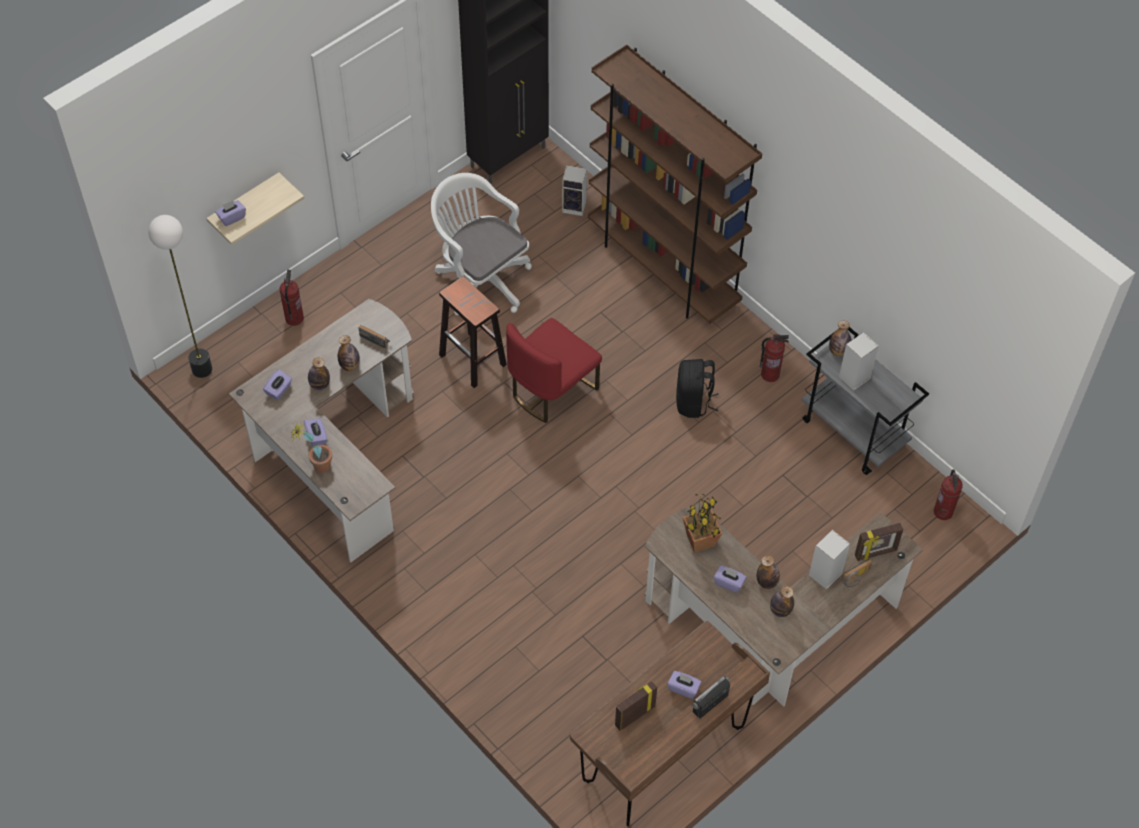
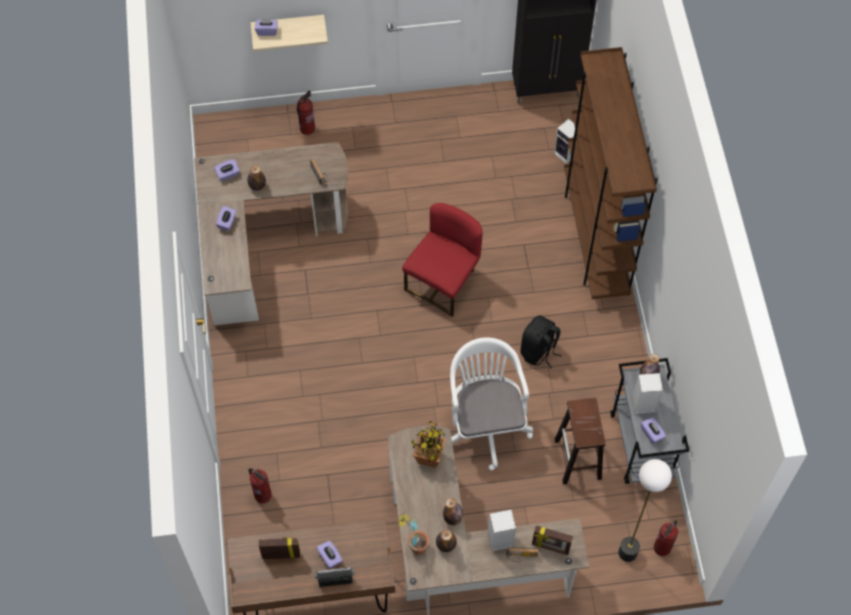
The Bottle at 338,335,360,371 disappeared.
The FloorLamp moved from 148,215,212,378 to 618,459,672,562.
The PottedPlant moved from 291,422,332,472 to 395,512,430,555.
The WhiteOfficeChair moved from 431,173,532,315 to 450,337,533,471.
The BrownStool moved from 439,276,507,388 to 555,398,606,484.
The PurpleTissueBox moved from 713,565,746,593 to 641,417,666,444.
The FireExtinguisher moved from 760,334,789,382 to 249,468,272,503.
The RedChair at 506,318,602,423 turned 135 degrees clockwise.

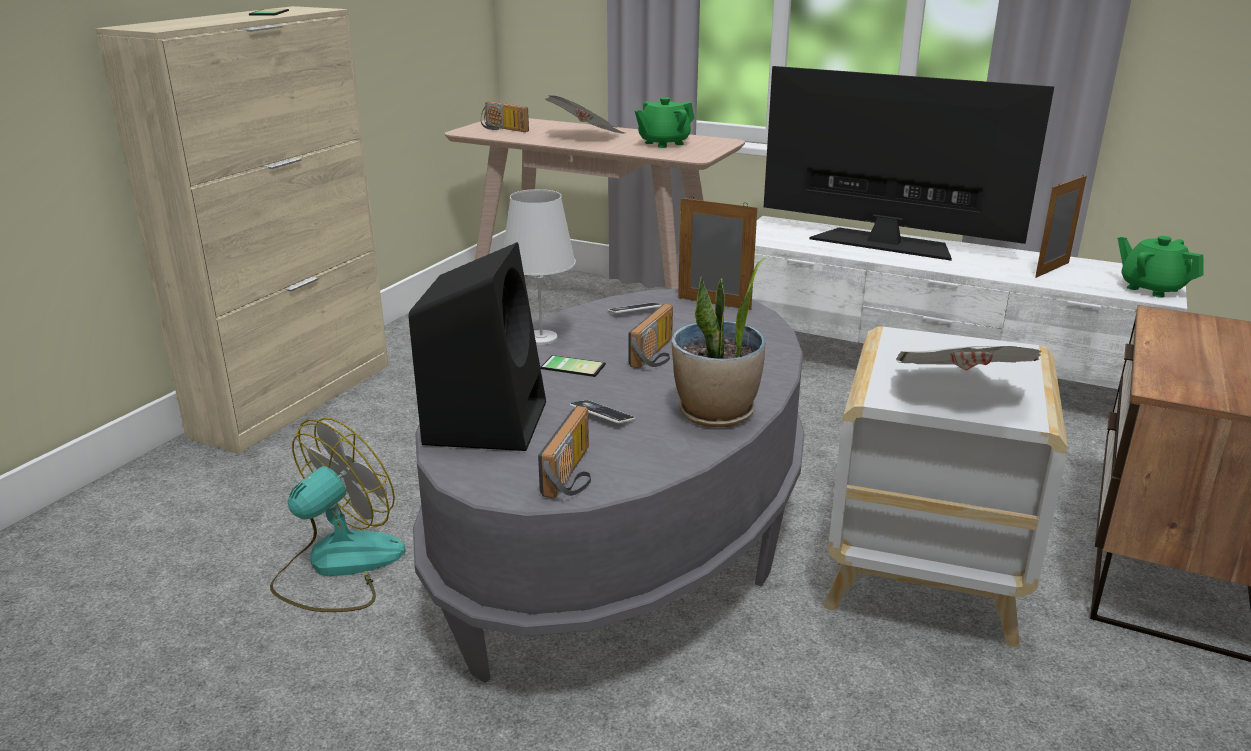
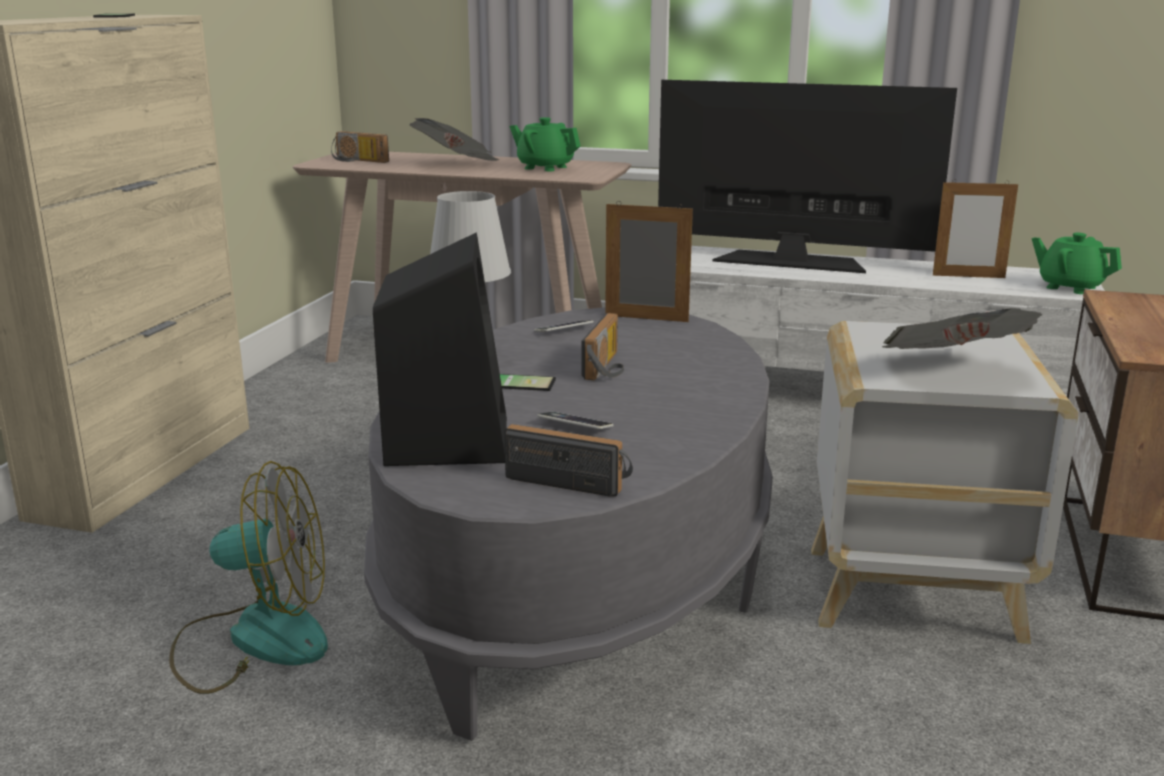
The PottedPlant at 672,258,765,427 disappeared.
The Fan at 270,418,405,612 turned 60 degrees clockwise.
The Radio at 538,406,591,498 turned 75 degrees counterclockwise.
The GreenTeapot at 635,97,695,148 turned 75 degrees clockwise.
The PictureFrame at 1035,174,1087,278 turned 120 degrees counterclockwise.

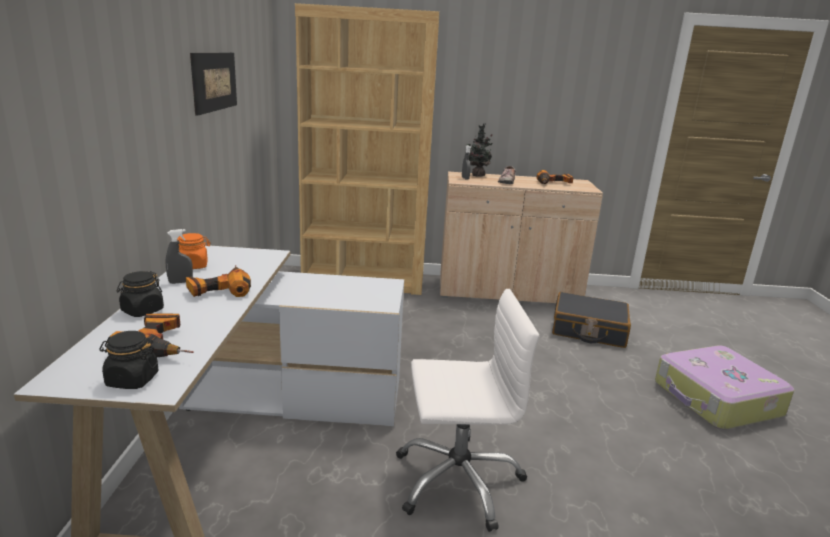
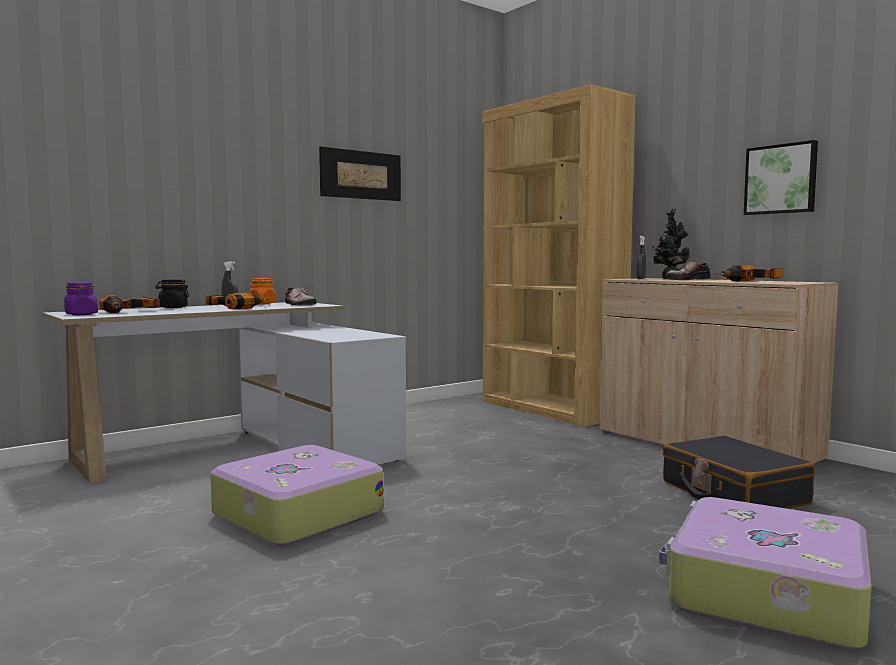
The Shoe at 285,287,317,305 appeared.
The Picture at 744,140,818,215 appeared.
The WhiteOfficeChair at 396,289,539,532 was replaced by the Suitcase at 210,445,383,546.
The BlackJar at 99,331,159,389 became the PurpleJar at 64,282,98,315.

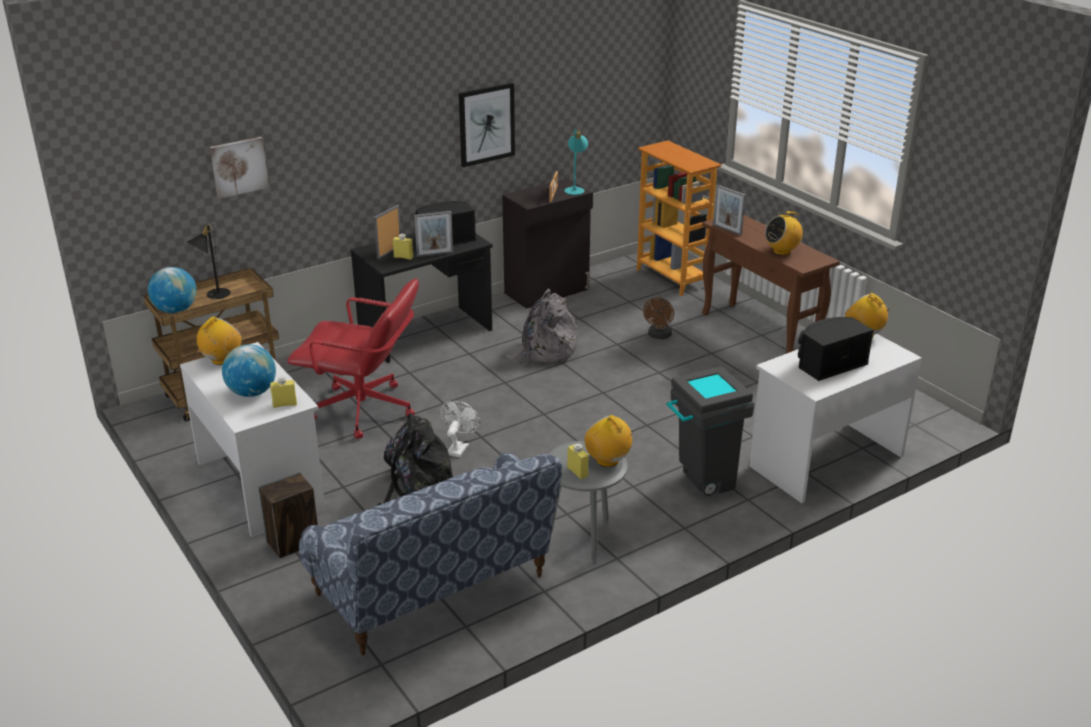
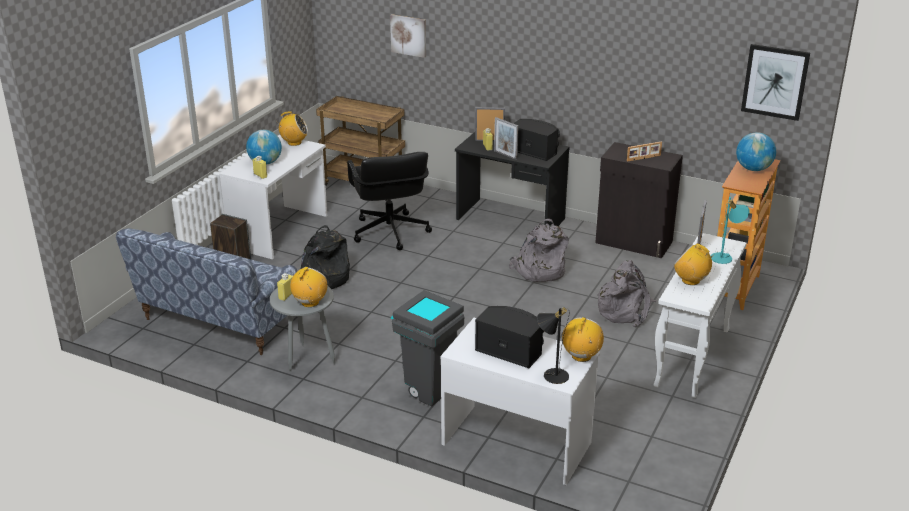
The WhiteFan at 441,401,480,457 disappeared.
The Globe moved from 148,267,197,313 to 736,132,776,171.
The BlackTableLamp moved from 186,223,231,299 to 537,307,569,384.
The Picture moved from 459,83,515,167 to 741,44,810,121.
The TurquoiseTableLamp moved from 564,129,588,195 to 711,197,750,264.
The BrownFan at 643,297,674,339 was replaced by the GreyBackpack at 597,260,656,327.
The RedOfficeChair at 288,279,419,439 became the BlackOfficeChair at 347,152,432,250.
The BrownConsoleTable at 702,215,840,354 became the WhiteConsoleTable at 654,233,746,398.

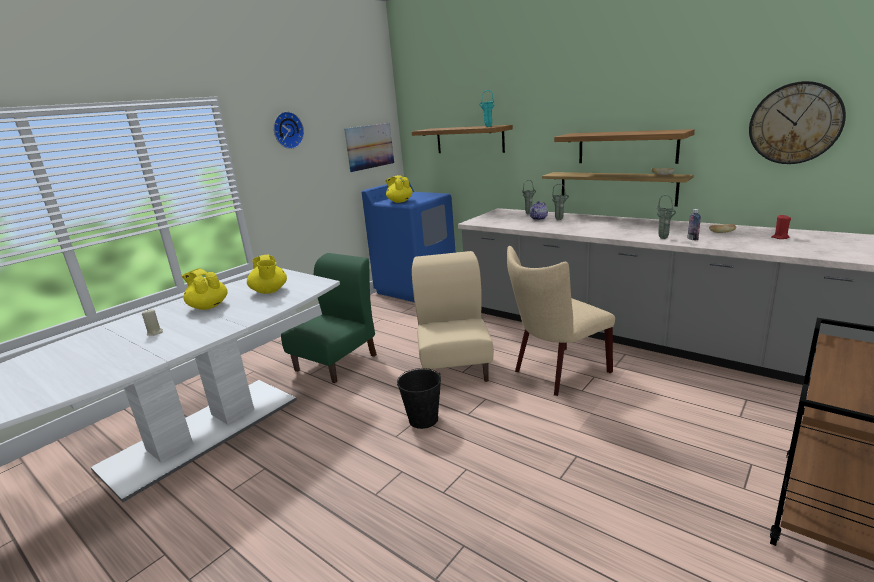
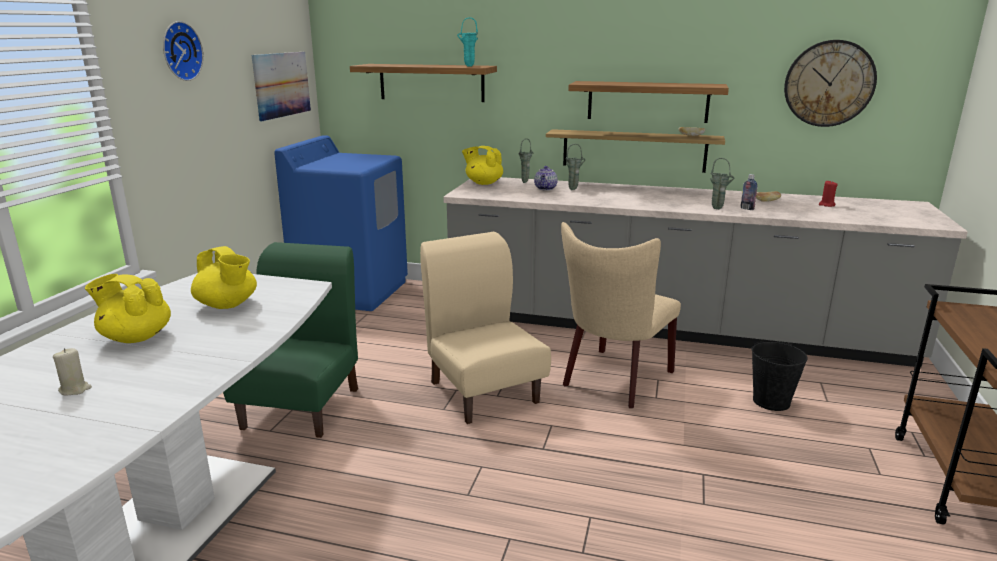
The YellowTeapot moved from 385,175,413,203 to 462,146,503,185.
The BlackBucket moved from 397,368,441,429 to 751,341,808,411.

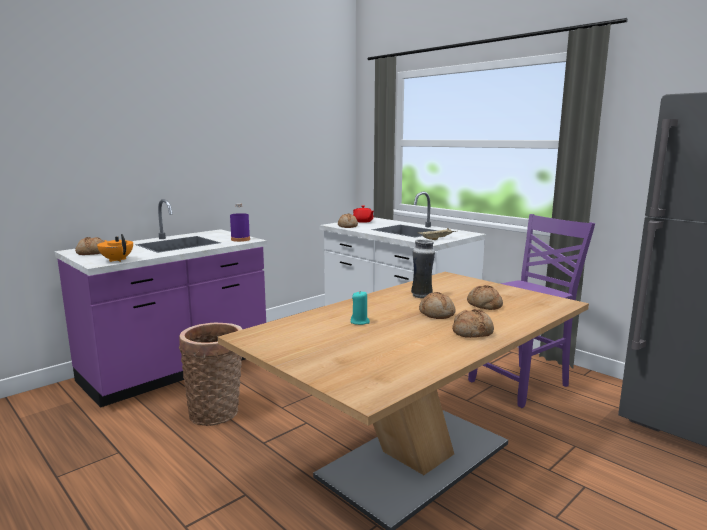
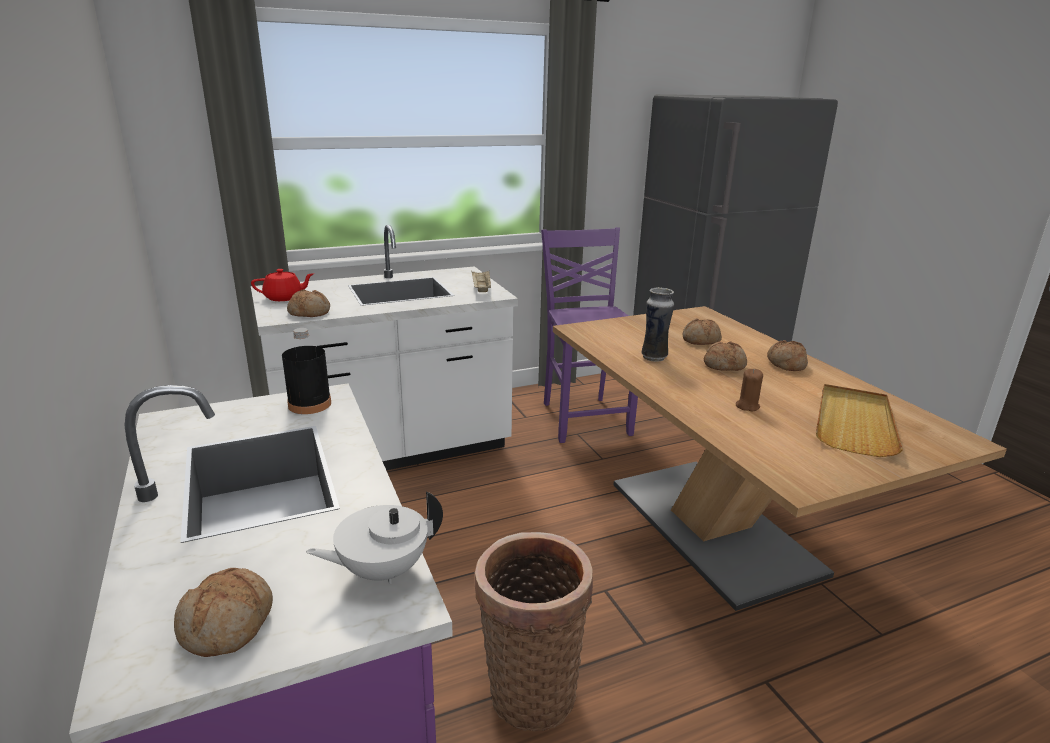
The BeigeTray at 816,384,903,457 appeared.
The OrangeTeapot at 97,234,133,262 became the WhiteTeapot at 306,491,443,584.
The PurpleBottle at 230,203,250,242 became the BlackBottle at 282,328,331,414.
The TurquoiseCandle at 351,292,370,325 became the BrownCandle at 736,369,763,411.

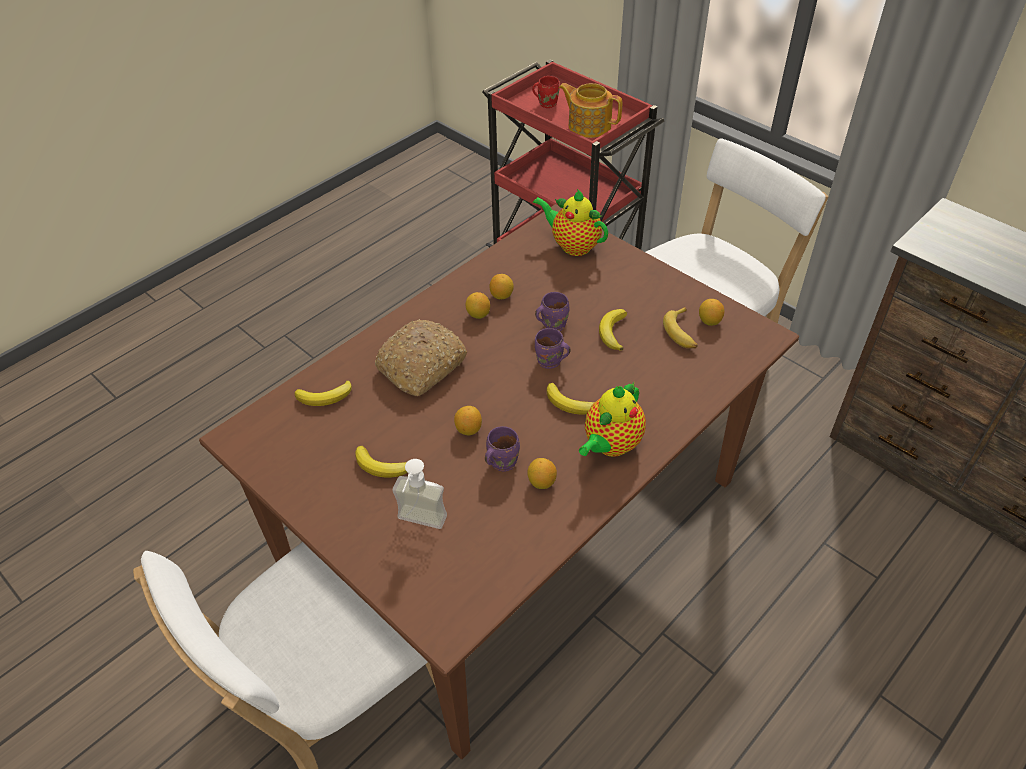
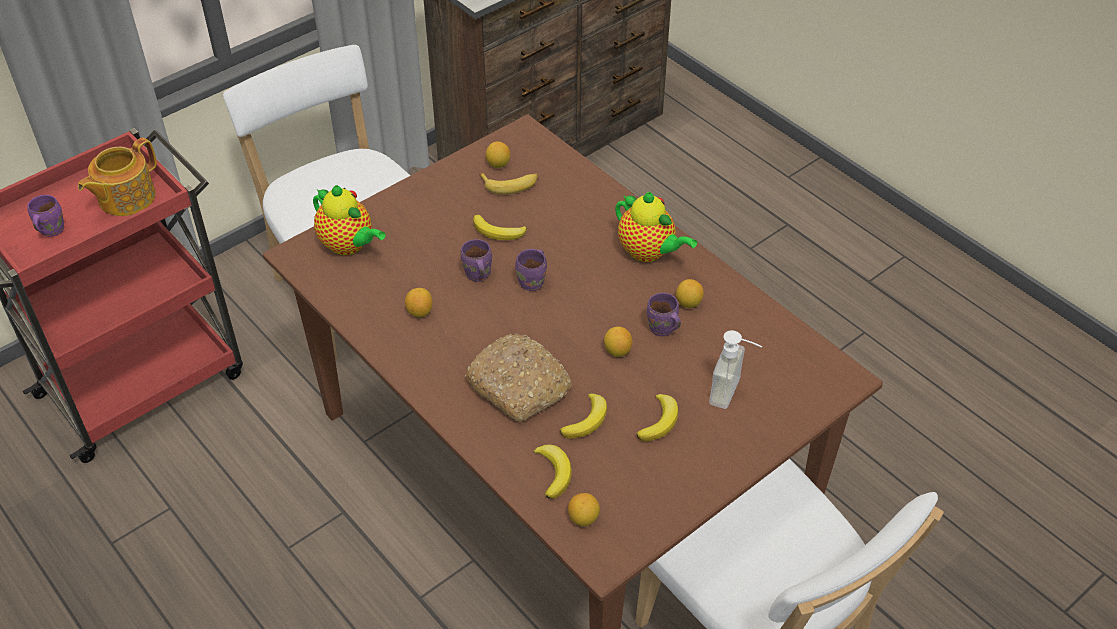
The Lemon moved from 466,292,490,319 to 568,493,600,526.
The Banana moved from 546,383,595,414 to 560,393,607,439.
The RedMug at 532,76,559,108 became the PurpleMug at 27,195,64,237.
The Teapot at 533,189,608,256 turned 90 degrees counterclockwise.

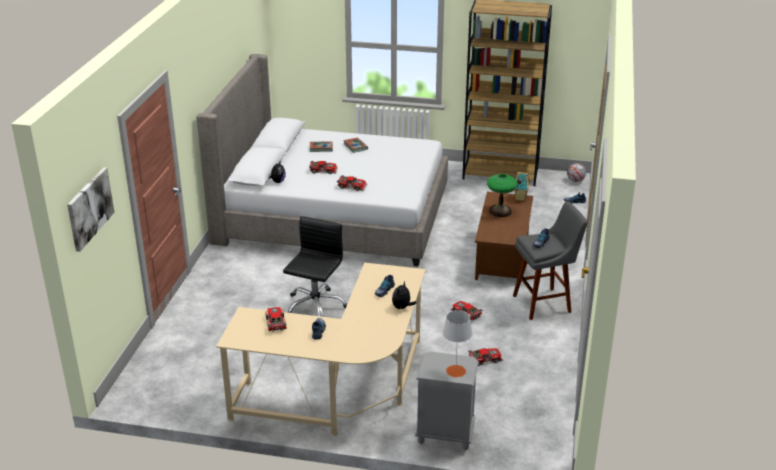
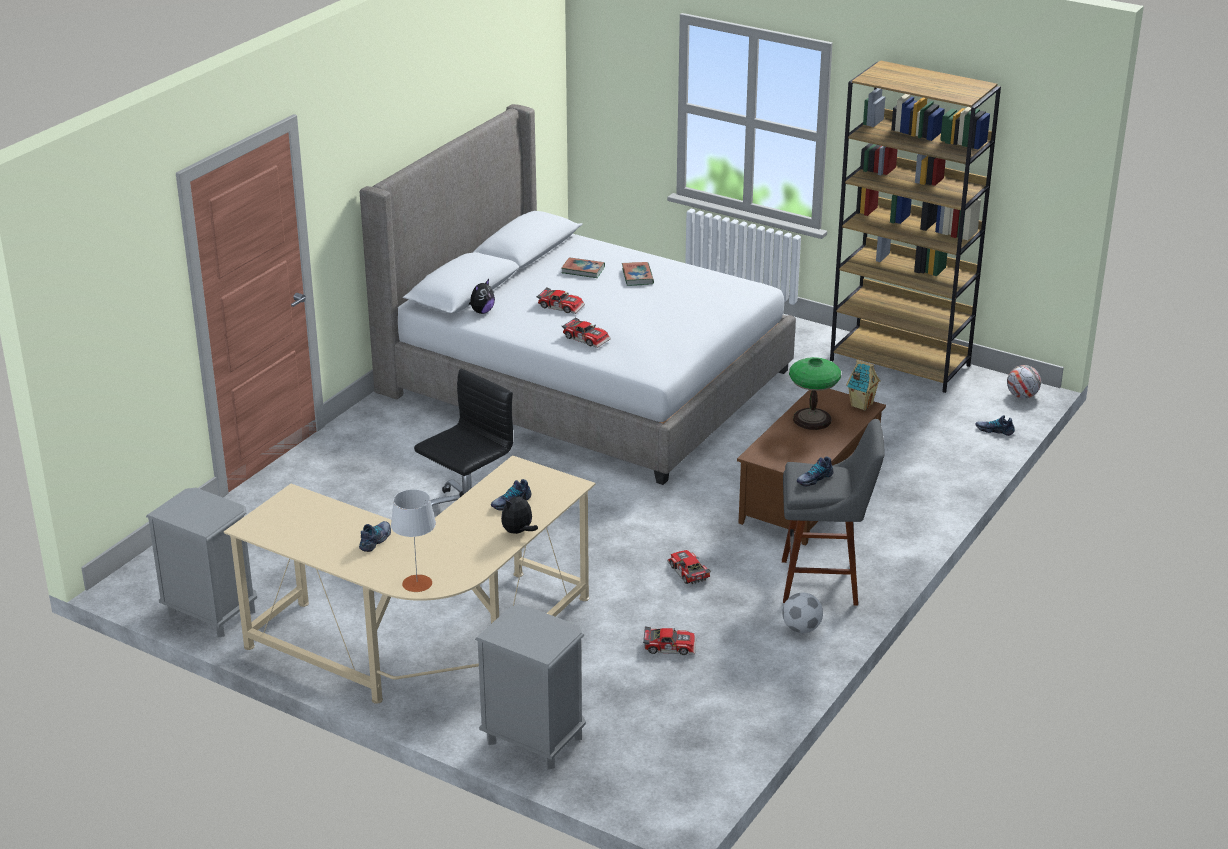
The Picture at 67,167,115,252 disappeared.
The ToyCar at 265,307,286,332 disappeared.
The GreyNightstand at 146,488,257,637 appeared.
The Football at 782,593,823,633 appeared.
The GreyTableLamp moved from 443,310,472,377 to 391,489,436,592.

